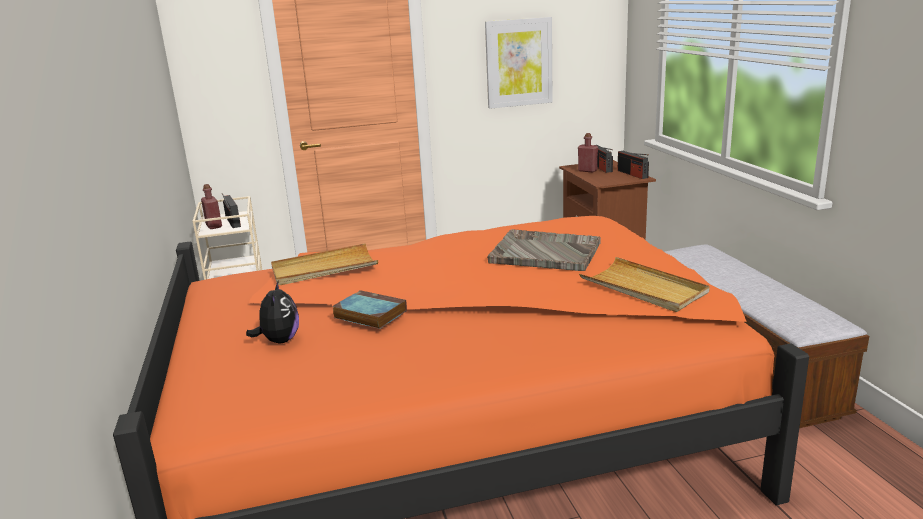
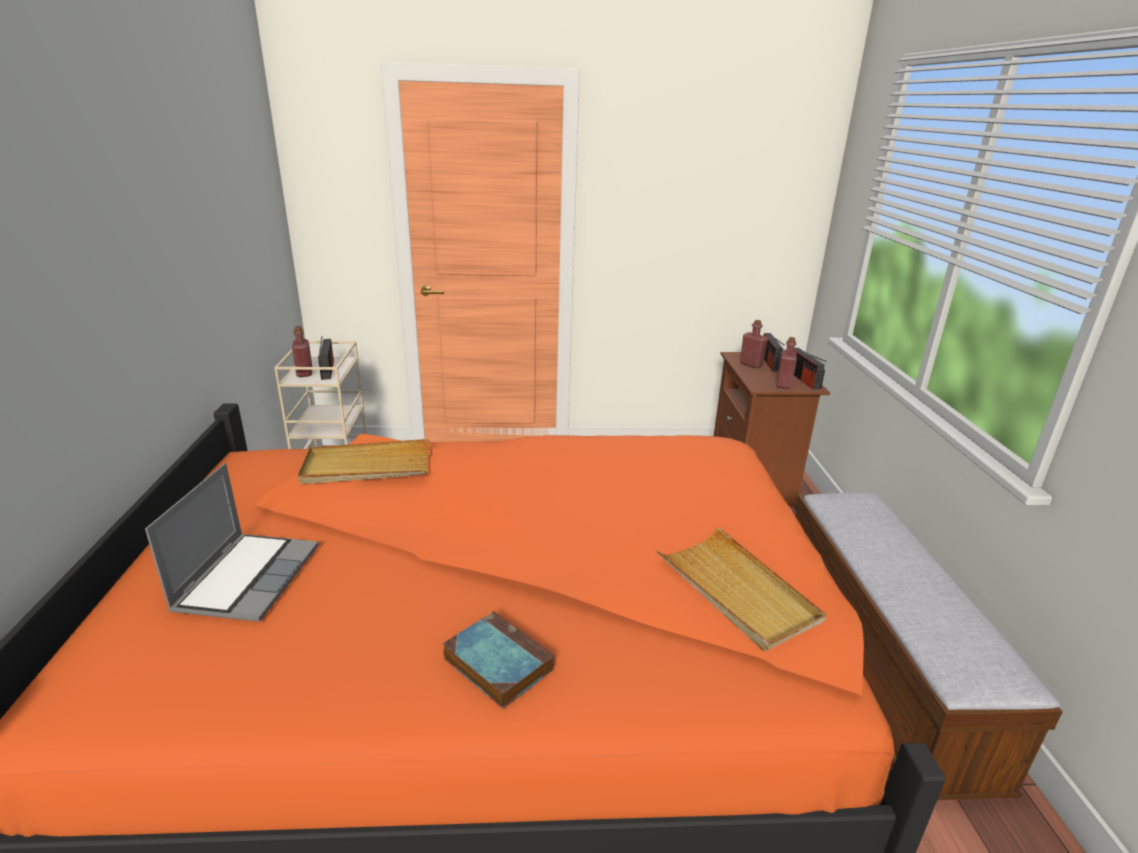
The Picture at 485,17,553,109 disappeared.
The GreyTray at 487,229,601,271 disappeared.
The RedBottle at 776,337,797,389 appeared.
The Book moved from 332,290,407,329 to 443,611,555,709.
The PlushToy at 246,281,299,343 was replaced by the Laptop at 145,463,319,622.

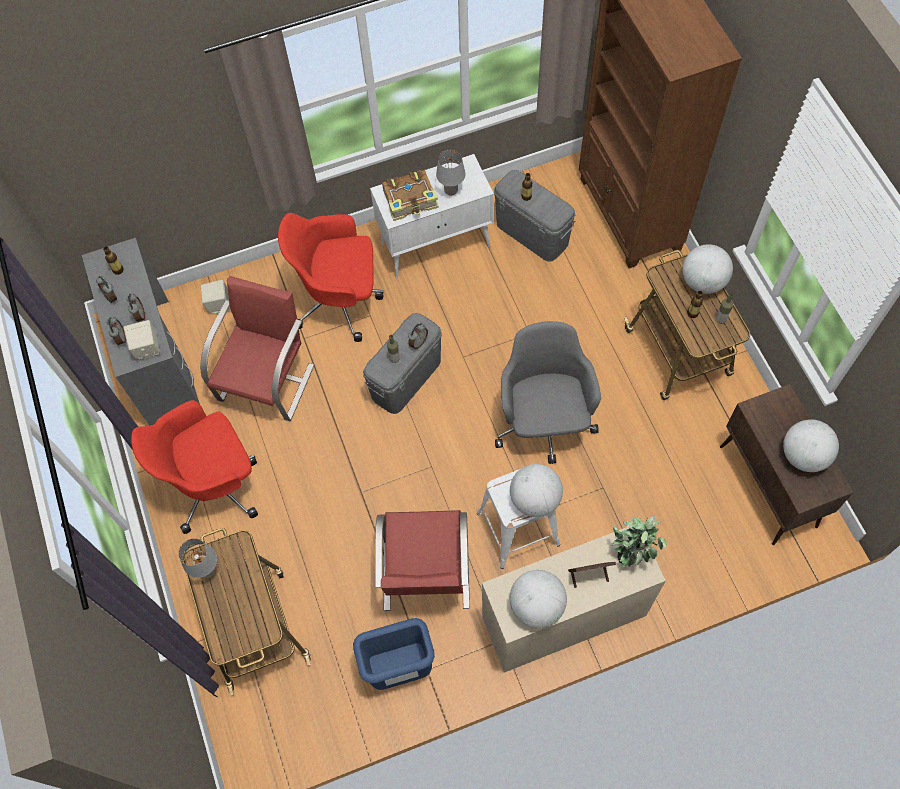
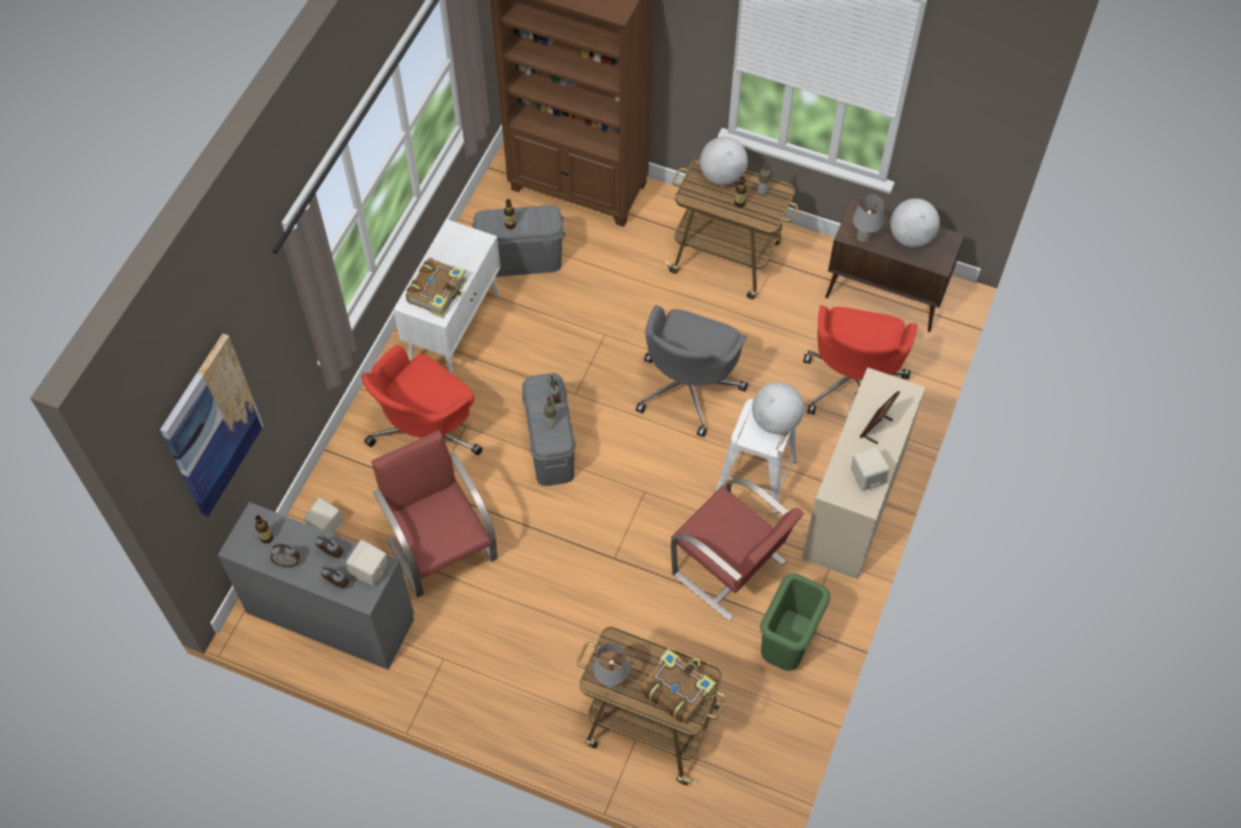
The PottedPlant at 612,515,667,567 disappeared.
The Picture at 160,333,263,516 appeared.
The Book at 640,649,716,724 appeared.
The RedOfficeChair moved from 131,400,258,534 to 803,305,918,414.
The GreyTableLamp moved from 436,149,465,195 to 853,194,884,243.
The Globe at 510,570,567,628 was replaced by the BeigeSpeaker at 851,447,890,491.
The BlueTrashCan at 353,618,435,690 became the GreenTrashCan at 760,574,830,671.
The GreyOfficeChair at 495,321,601,464 turned 105 degrees counterclockwise.

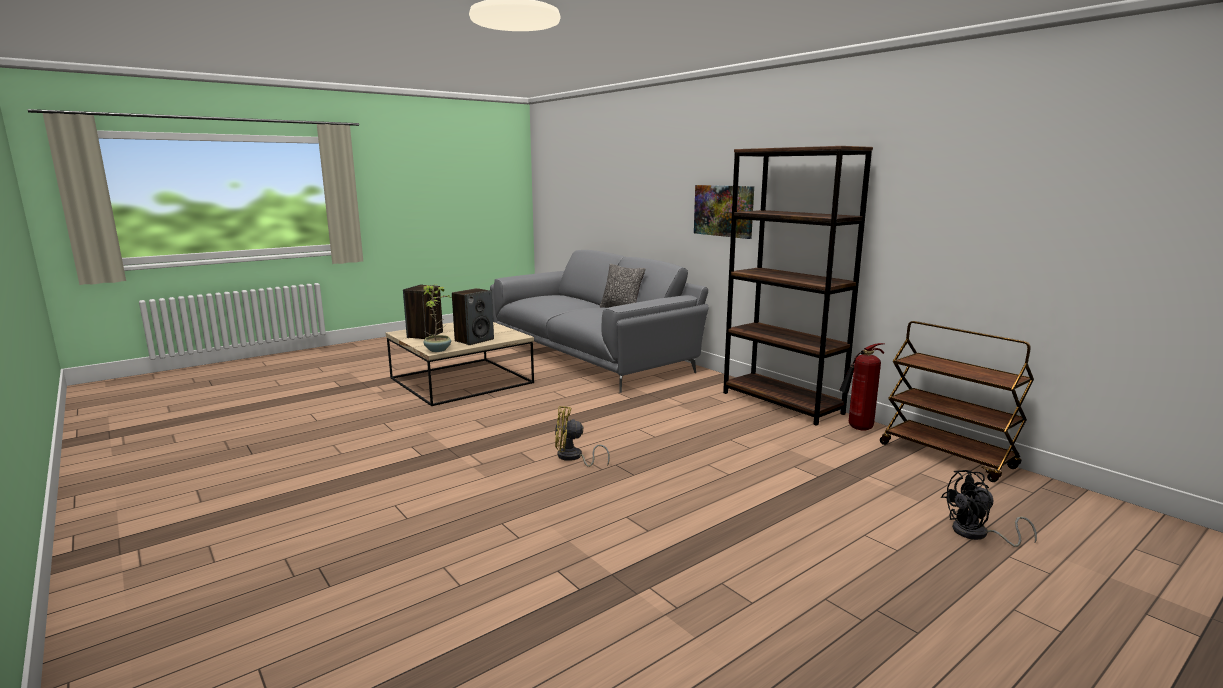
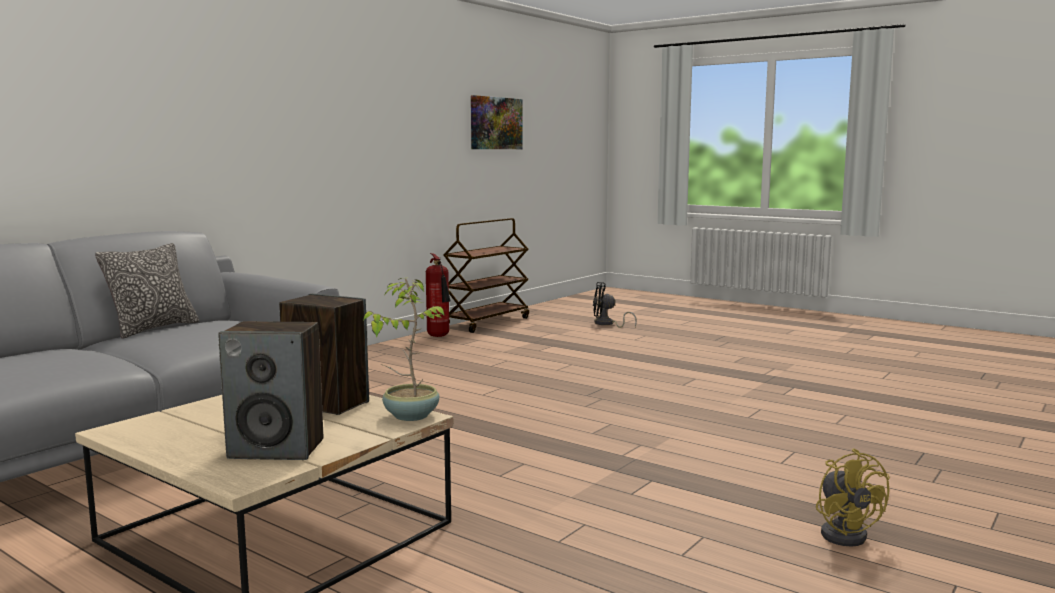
The BrownBookcase at 723,146,873,426 disappeared.
The YellowFan moved from 555,406,610,467 to 816,448,890,547.
The Picture moved from 694,185,754,239 to 471,95,523,149.
The BlackFan at 941,470,1037,547 turned 120 degrees clockwise.

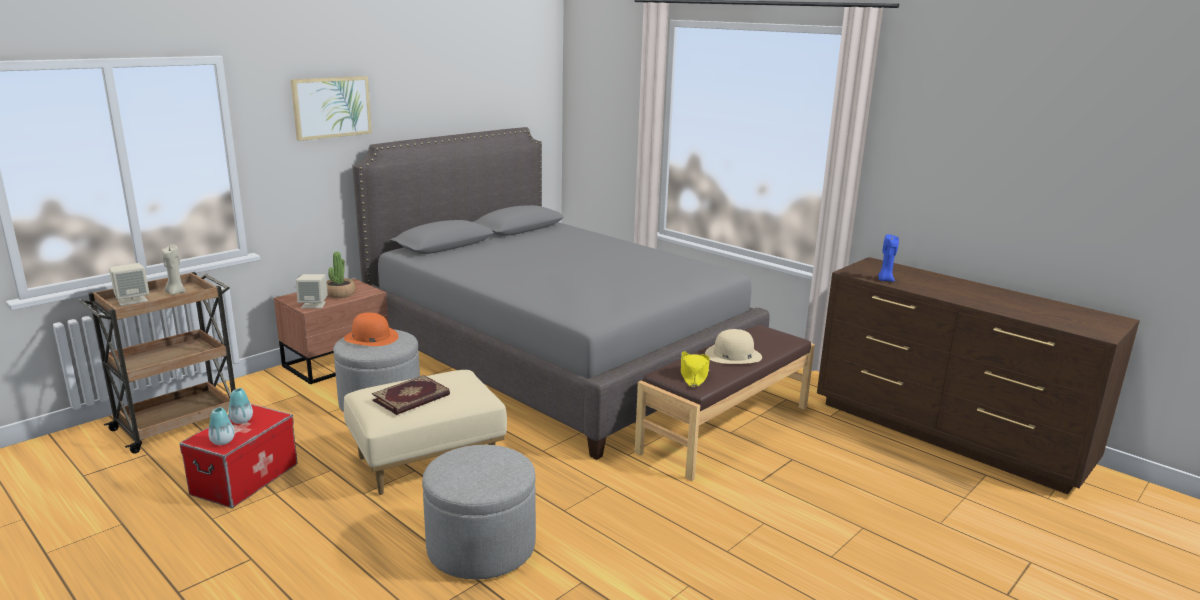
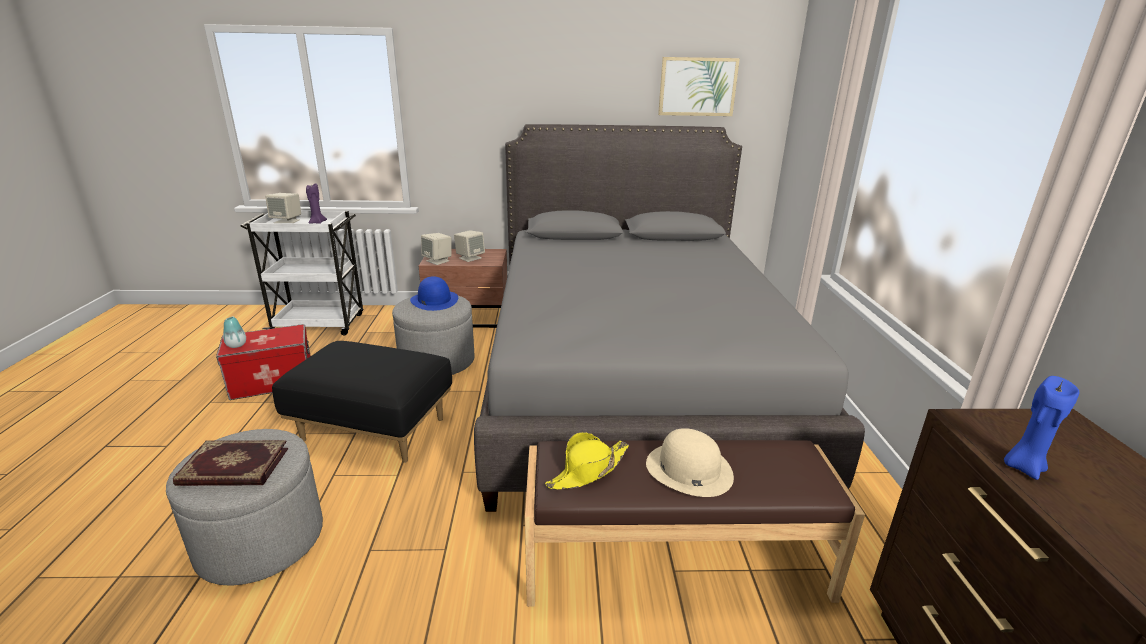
The Vase at 228,388,253,424 disappeared.
The Picture moved from 291,76,372,141 to 658,57,740,116.
The Book moved from 372,375,450,415 to 173,440,288,486.
The PottedPlant at 327,251,355,298 was replaced by the BeigeSpeaker at 454,230,485,262.
The BrownCart at 79,272,235,454 became the WhiteCart at 240,210,363,336.
The BeigeCandle at 162,245,185,295 became the PurpleCandle at 306,183,327,224.
The OrangeHat at 344,313,398,346 became the BlueHat at 410,276,458,311.
The BeigeOttoman at 344,370,507,495 became the BlackOttoman at 272,341,452,463.

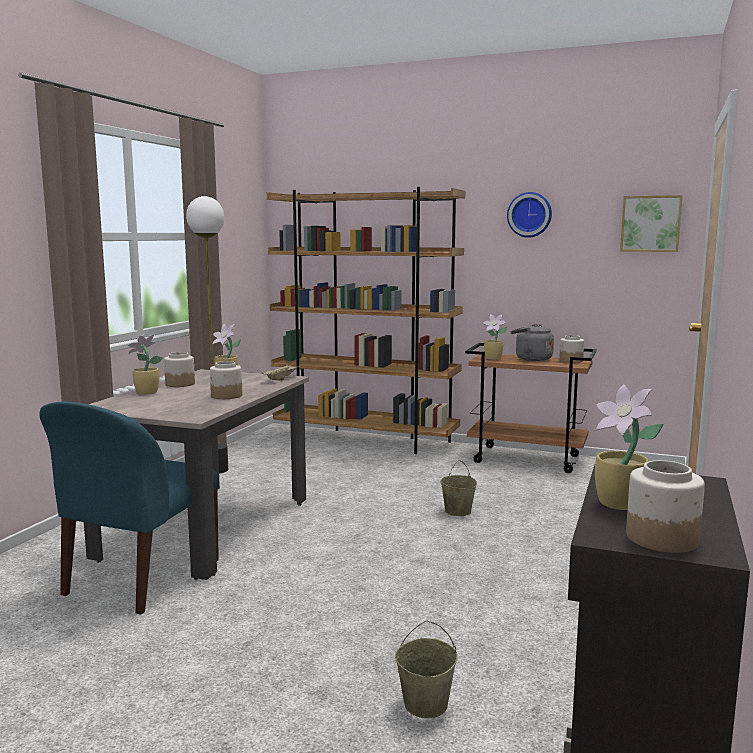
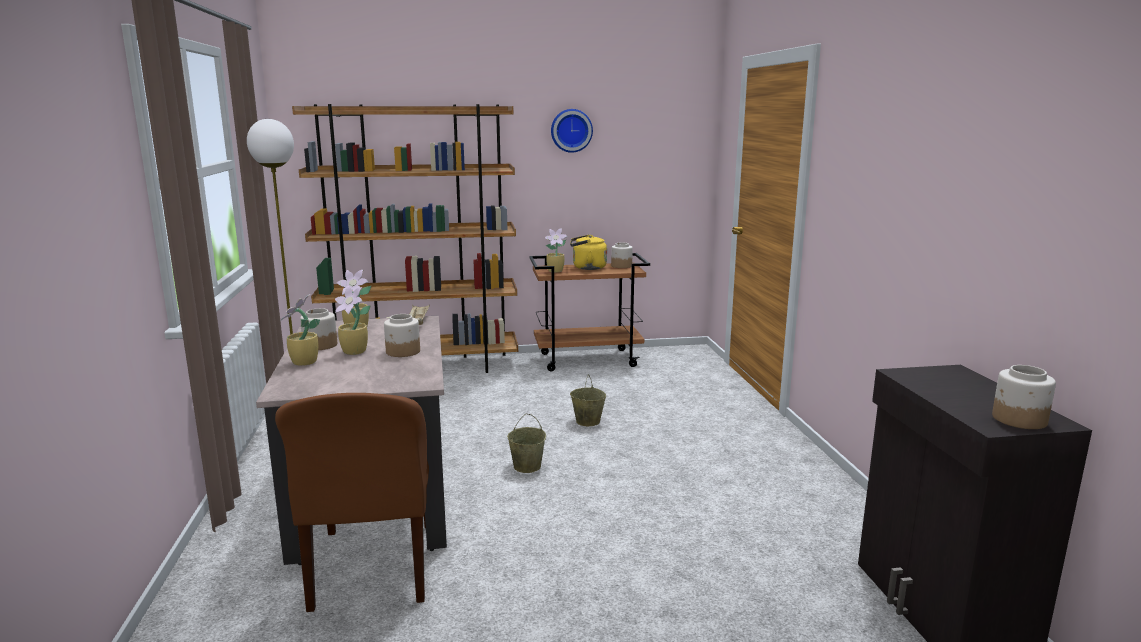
The Picture at 620,195,683,252 disappeared.
The BeigeBucket moved from 395,620,458,718 to 507,413,546,473.
The PottedPlant moved from 595,385,663,510 to 335,286,371,355.
The BlueChair at 39,402,219,615 became the BrownChair at 275,393,429,612.
The GreyKettle at 510,324,554,361 became the YellowKettle at 570,235,607,270.

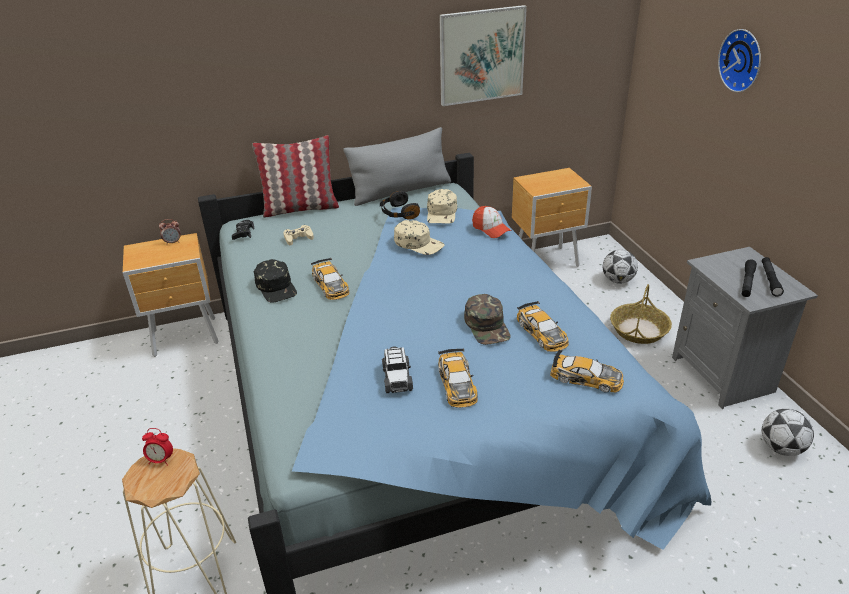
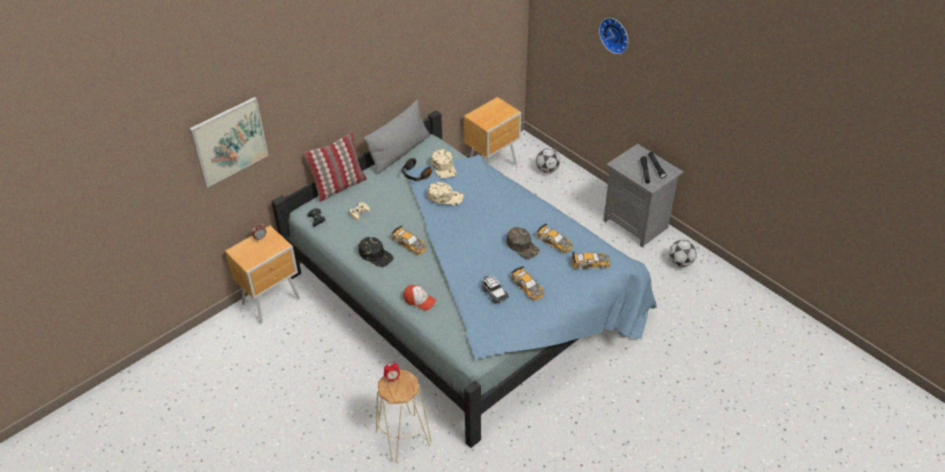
The Basket at 610,284,672,344 disappeared.
The Picture moved from 439,5,527,106 to 189,97,269,188.
The Cap moved from 472,206,512,238 to 403,285,437,311.

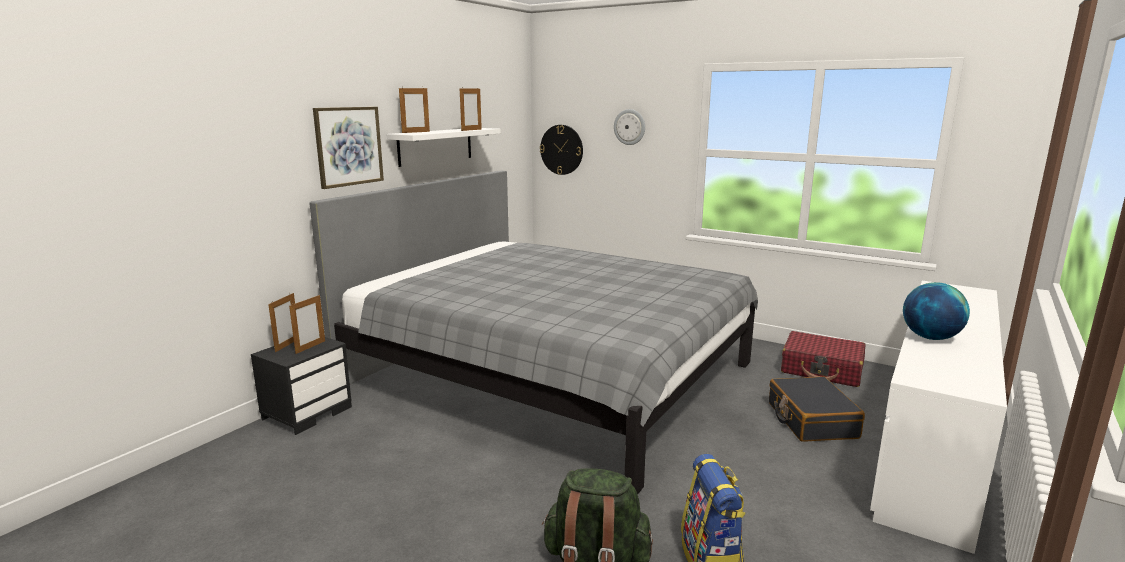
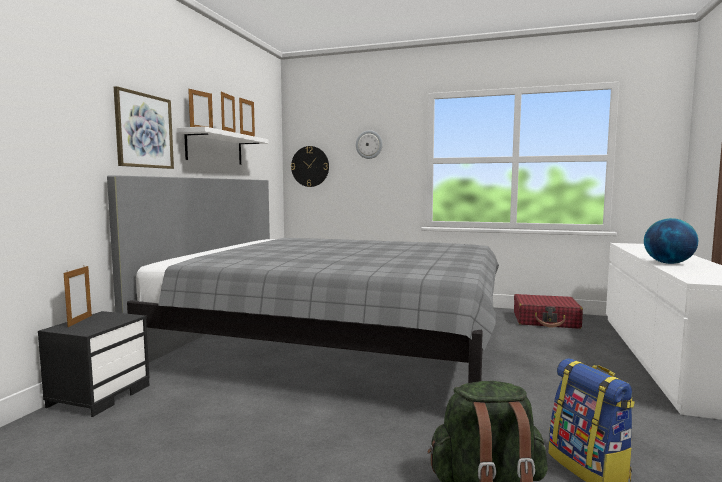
The BlackSuitcase at 769,377,865,442 disappeared.
The PictureFrame moved from 289,295,325,354 to 221,92,236,133.

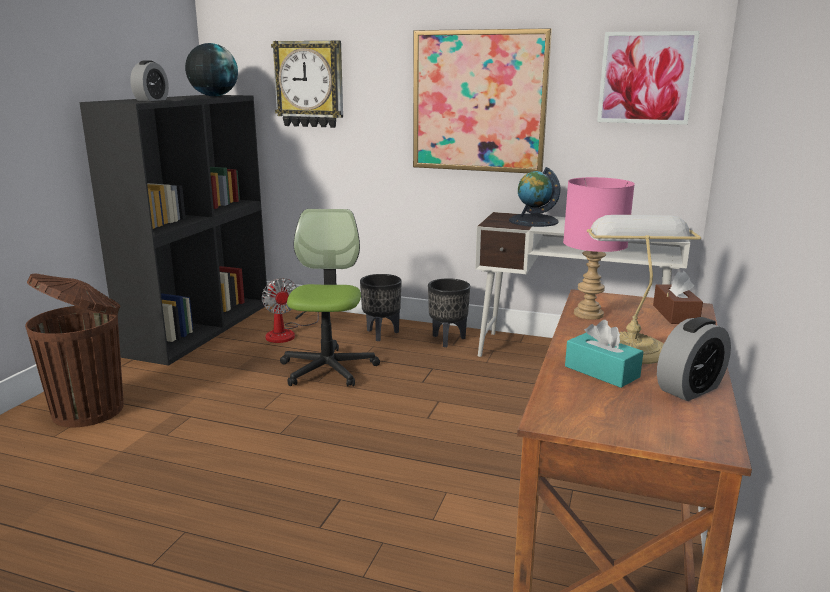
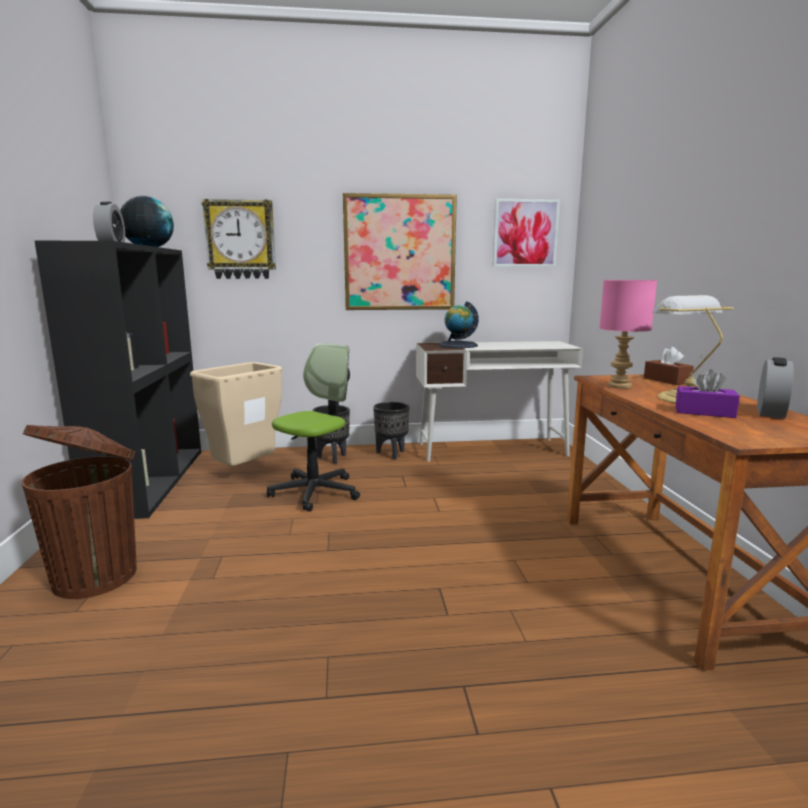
The Fan at 262,278,319,343 was replaced by the BeigeTrashCan at 190,362,282,466.
The TurquoiseTissueBox at 565,320,643,388 became the PurpleTissueBox at 675,369,740,418.
The OfficeChair at 280,209,380,387 turned 60 degrees clockwise.

